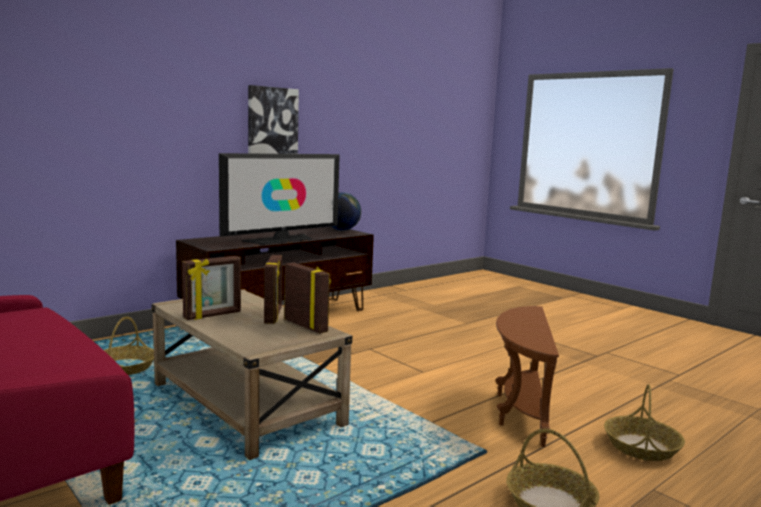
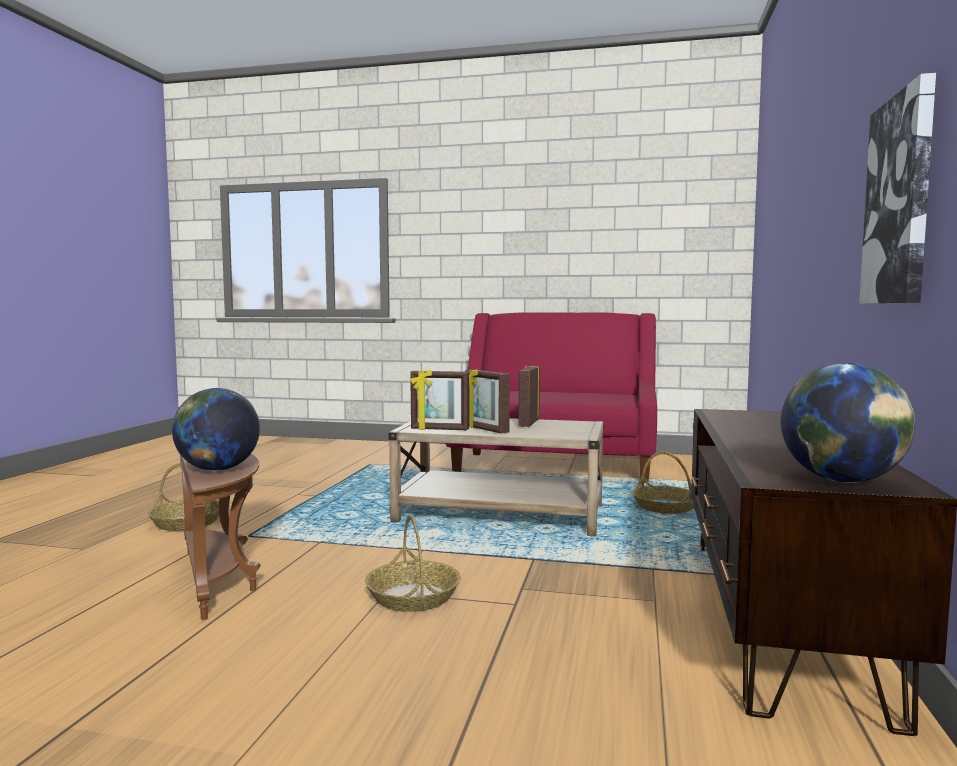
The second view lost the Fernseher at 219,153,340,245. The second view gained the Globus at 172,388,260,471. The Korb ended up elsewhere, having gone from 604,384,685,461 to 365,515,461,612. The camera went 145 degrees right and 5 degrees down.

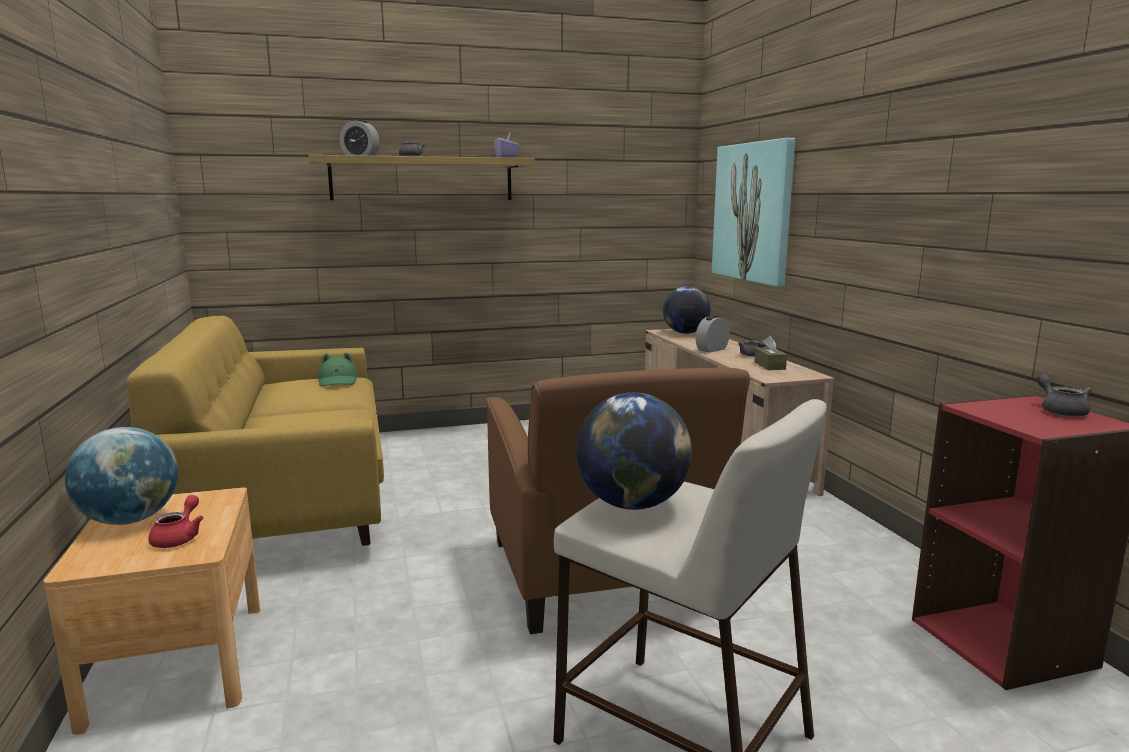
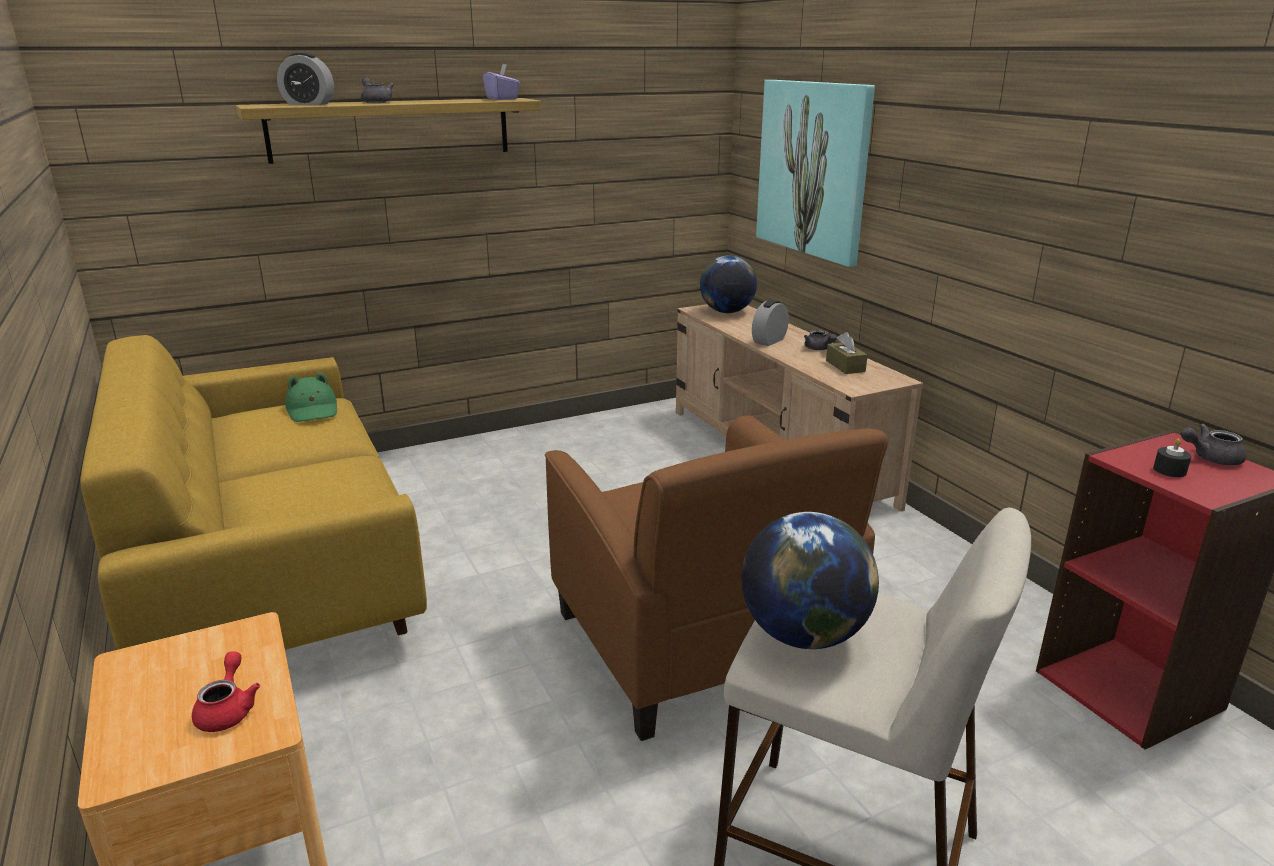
The second view lost the Globus at 65,427,178,525. The second view gained the Kerze [schwarz] at 1153,438,1192,477. The Teekanne [grau] at 1036,374,1092,417 ended up facing another way, 75 degrees counterclockwise from before. The camera went 10 degrees left and 10 degrees up.

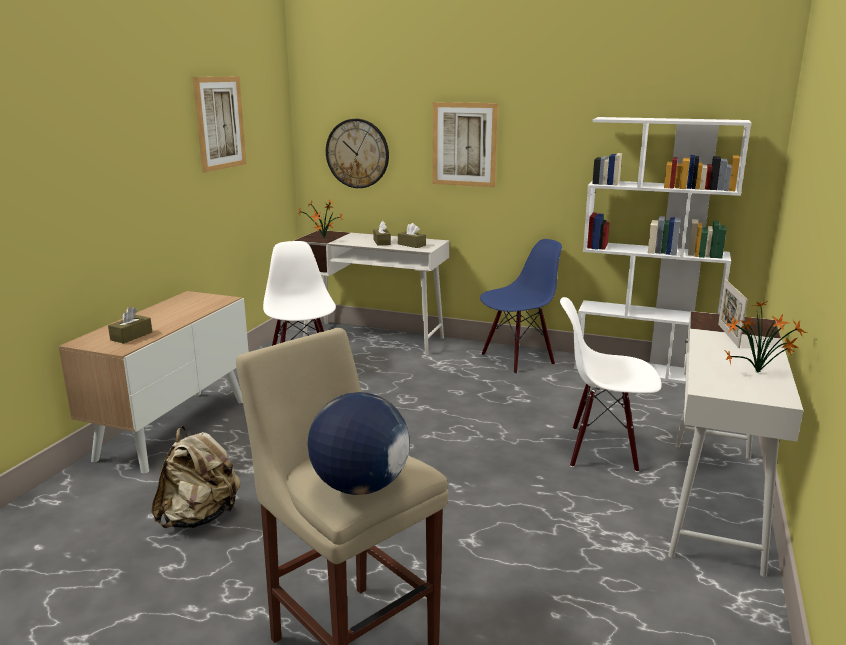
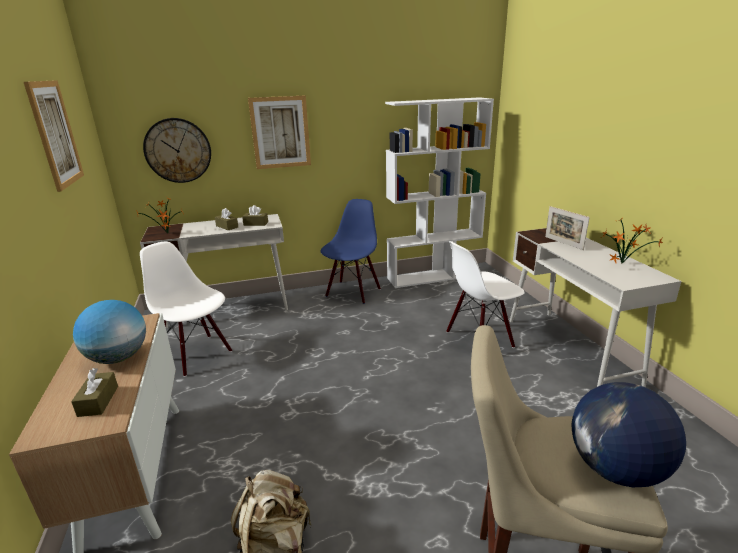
The second view gained the Globus at 73,300,146,364. The camera went 35 degrees left and 5 degrees up.

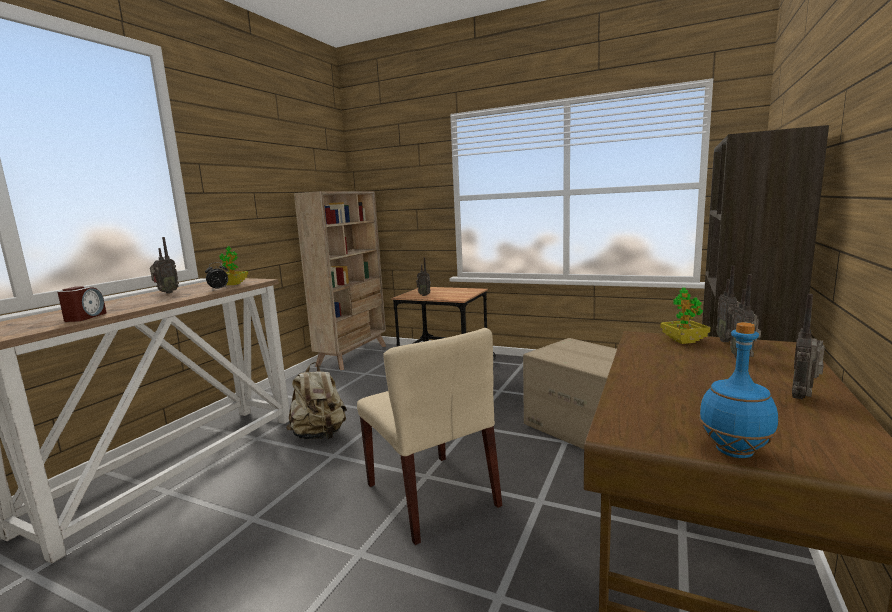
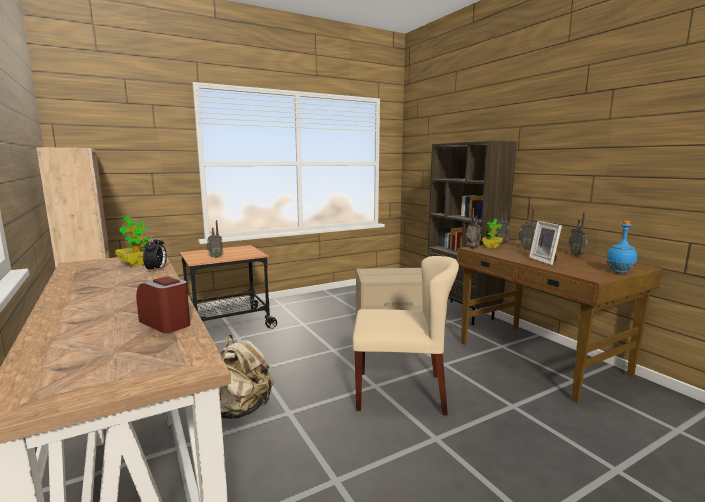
The second view gained the Bilderrahmen at 529,221,562,265. The Radio ended up elsewhere, having gone from 150,237,179,293 to 466,208,481,249. The camera went 55 degrees left and 0 degrees up.

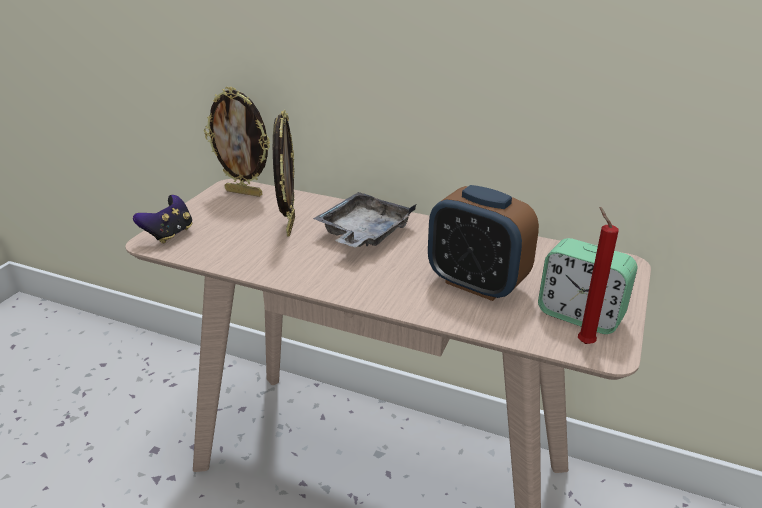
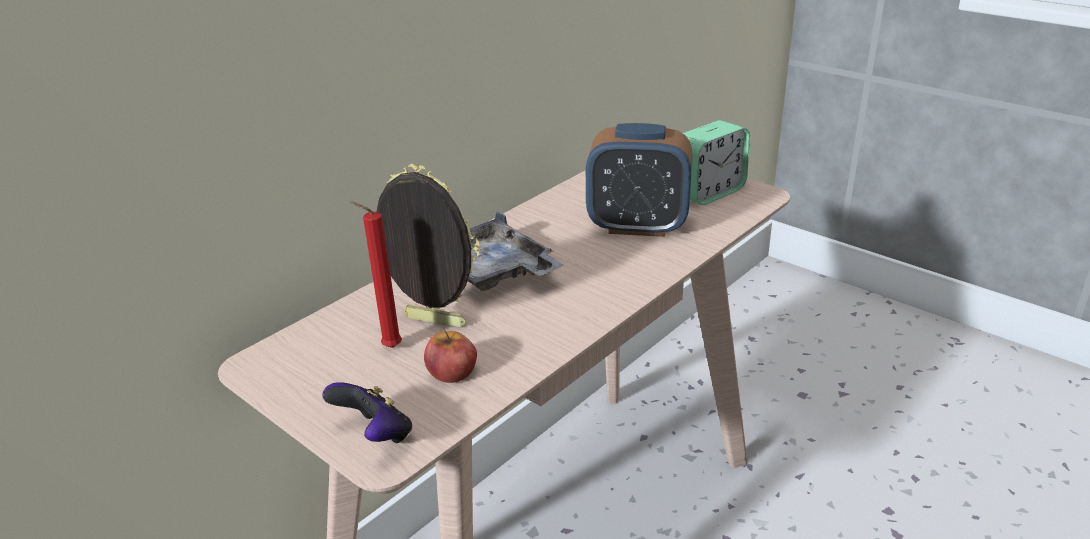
The second view lost the Bilderrahmen at 204,87,271,197. The second view gained the Apfel at 424,330,477,383. The Kerze [rot] ended up elsewhere, having gone from 578,207,619,344 to 350,201,402,348. The Wecker at 428,185,539,301 ended up facing another way, 45 degrees clockwise from before. The camera went 70 degrees left and 0 degrees up.

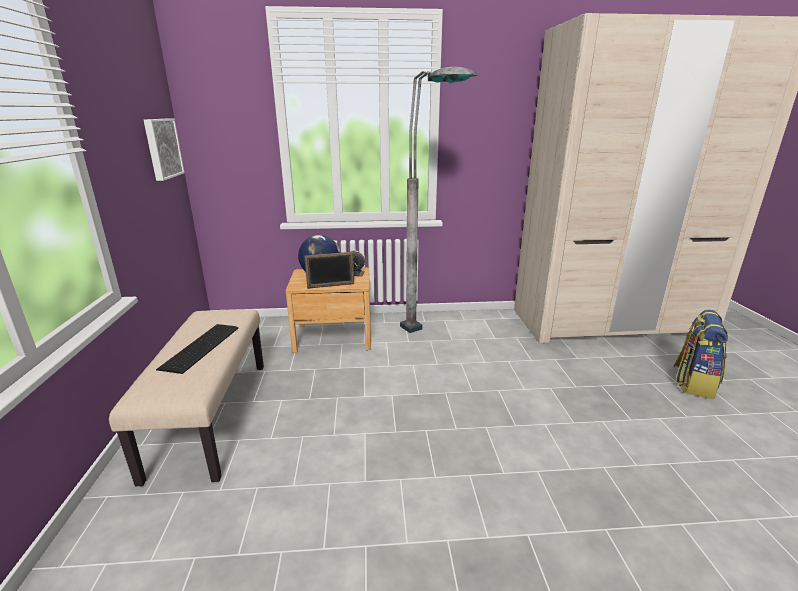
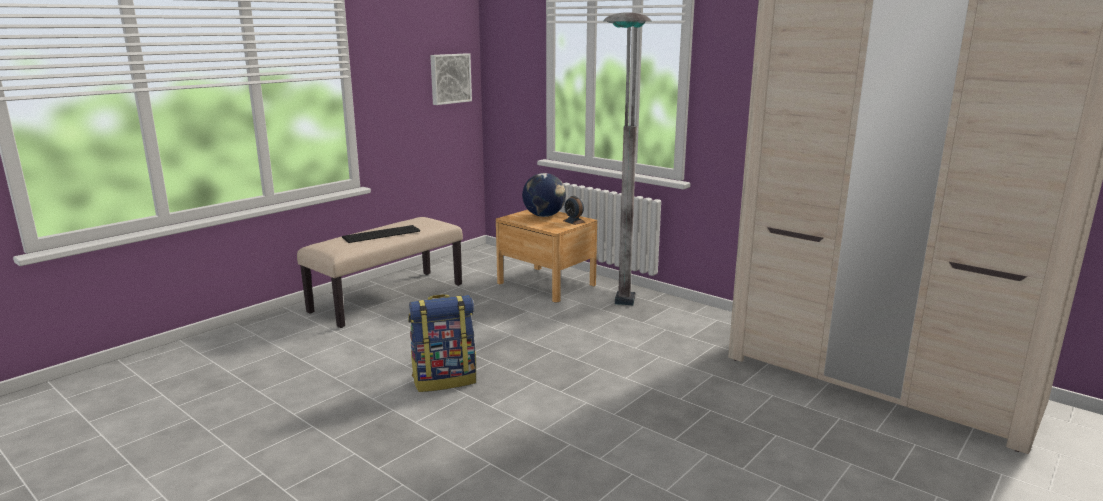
The second view lost the Bilderrahmen at 304,252,354,289. The Rucksack ended up elsewhere, having gone from 674,310,728,399 to 408,294,476,392. The camera went 45 degrees right and 5 degrees down.

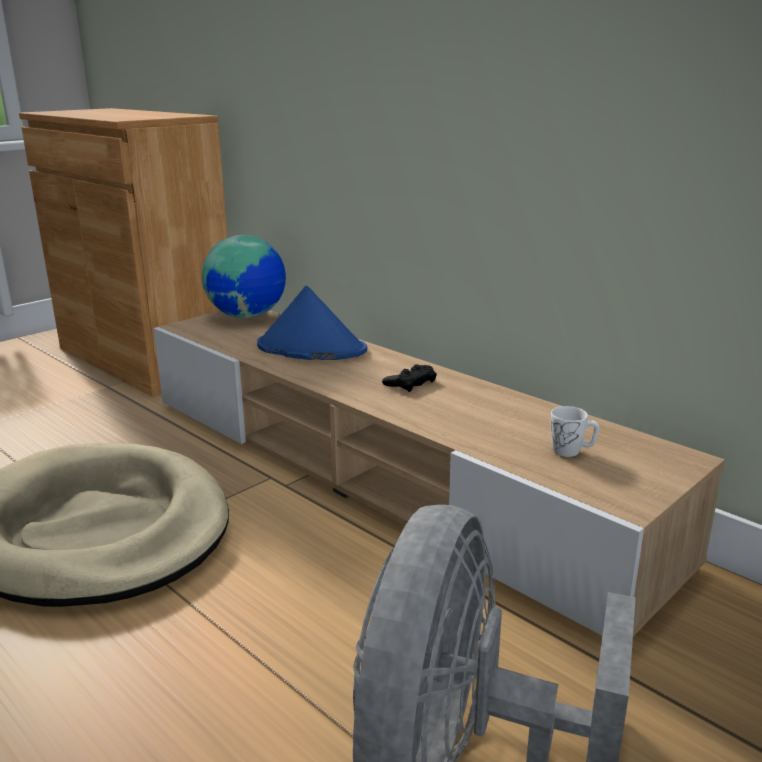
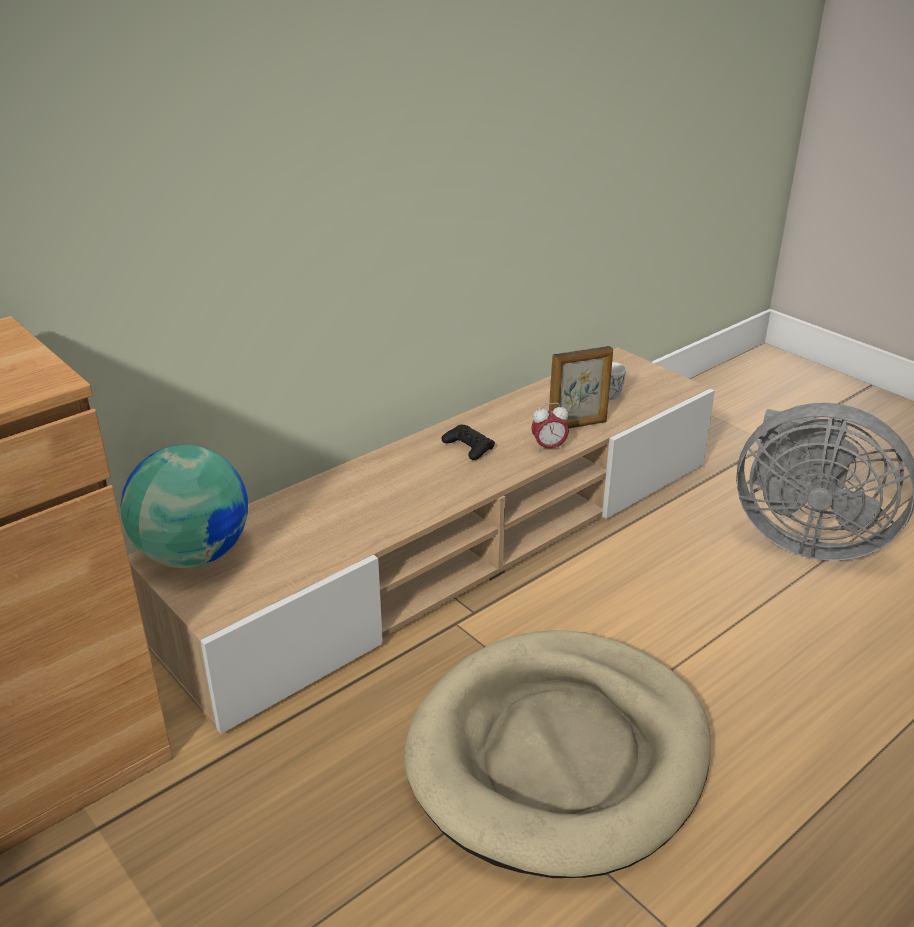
The second view lost the Hut [blau] at 257,286,367,360. The second view gained the Wecker at 531,403,569,452. The second view gained the Bilderrahmen at 549,346,613,429. The camera went 85 degrees left and 10 degrees up.

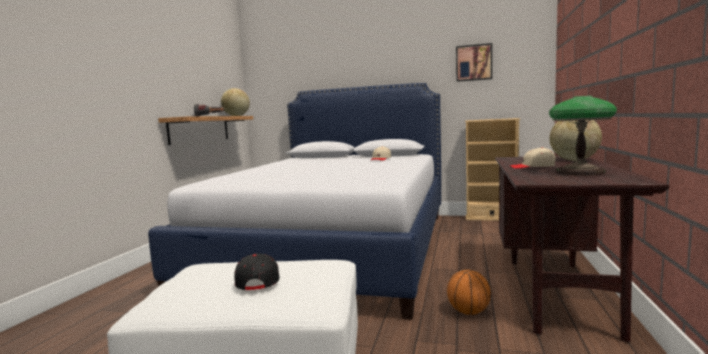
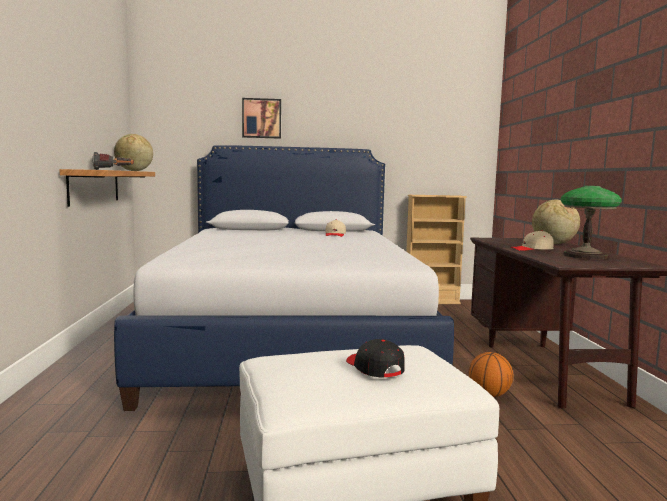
The Bild ended up elsewhere, having gone from 456,43,492,82 to 242,98,281,139. The camera went 20 degrees left and 0 degrees up.

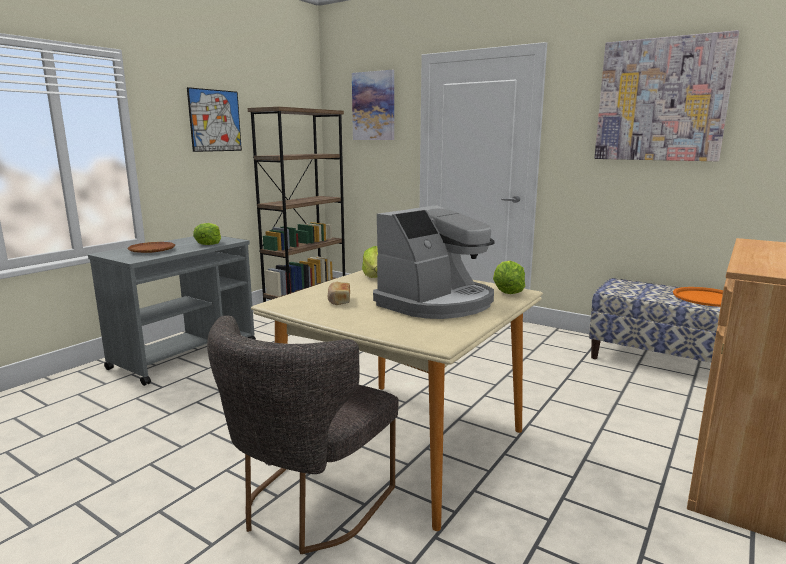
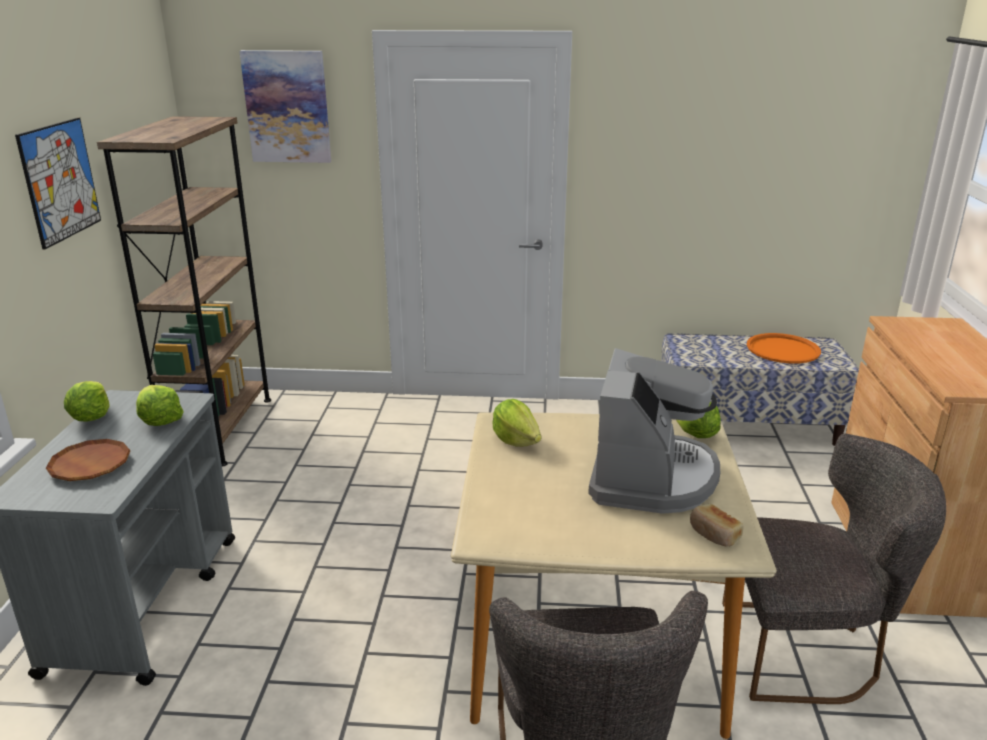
The second view lost the Bild at 594,30,739,161. The second view gained the Salatkopf at 64,381,109,421. The second view gained the Stuhl [grau] at 722,434,946,704. The Brot ended up elsewhere, having gone from 328,282,350,305 to 690,504,743,547. The camera went 30 degrees left and 10 degrees up.

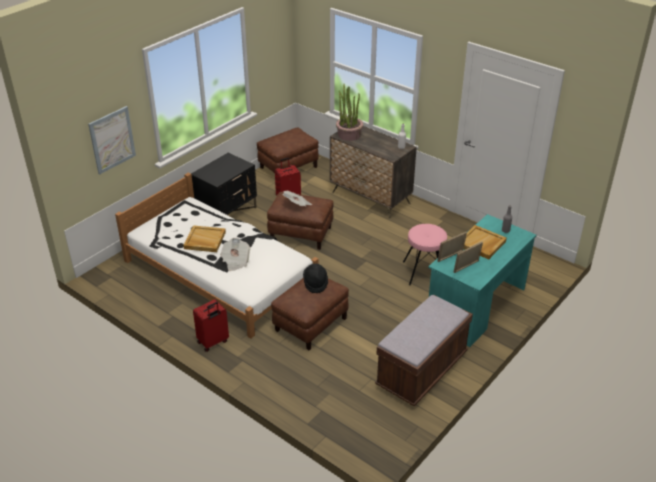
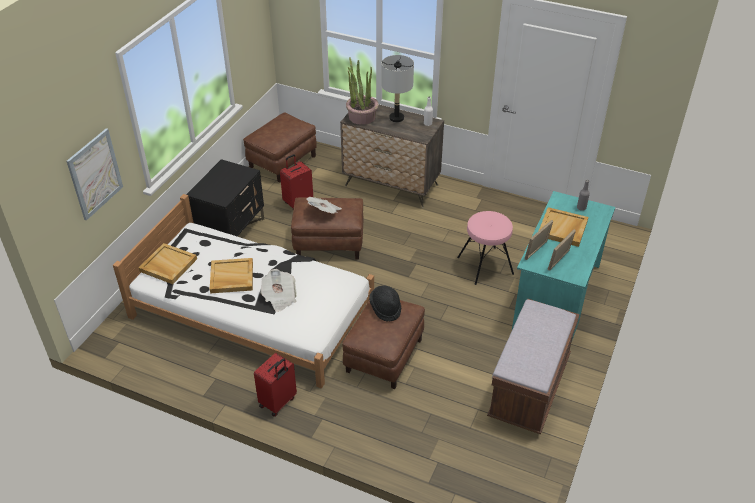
The second view gained the Tablett [beige] at 139,243,197,284. The second view gained the Tischlampe [grau] at 381,55,414,122. The camera went 15 degrees left and 5 degrees up.

